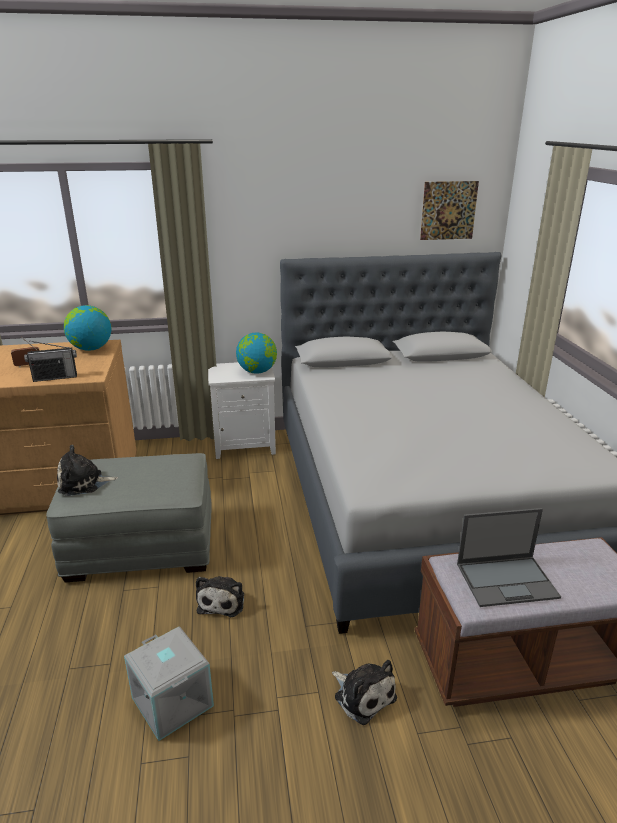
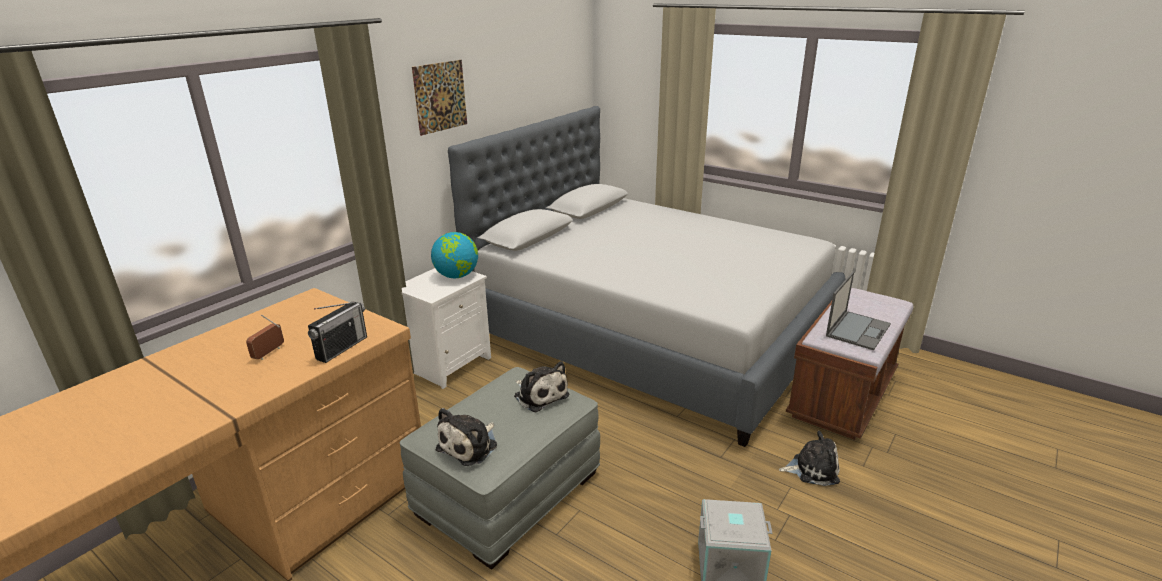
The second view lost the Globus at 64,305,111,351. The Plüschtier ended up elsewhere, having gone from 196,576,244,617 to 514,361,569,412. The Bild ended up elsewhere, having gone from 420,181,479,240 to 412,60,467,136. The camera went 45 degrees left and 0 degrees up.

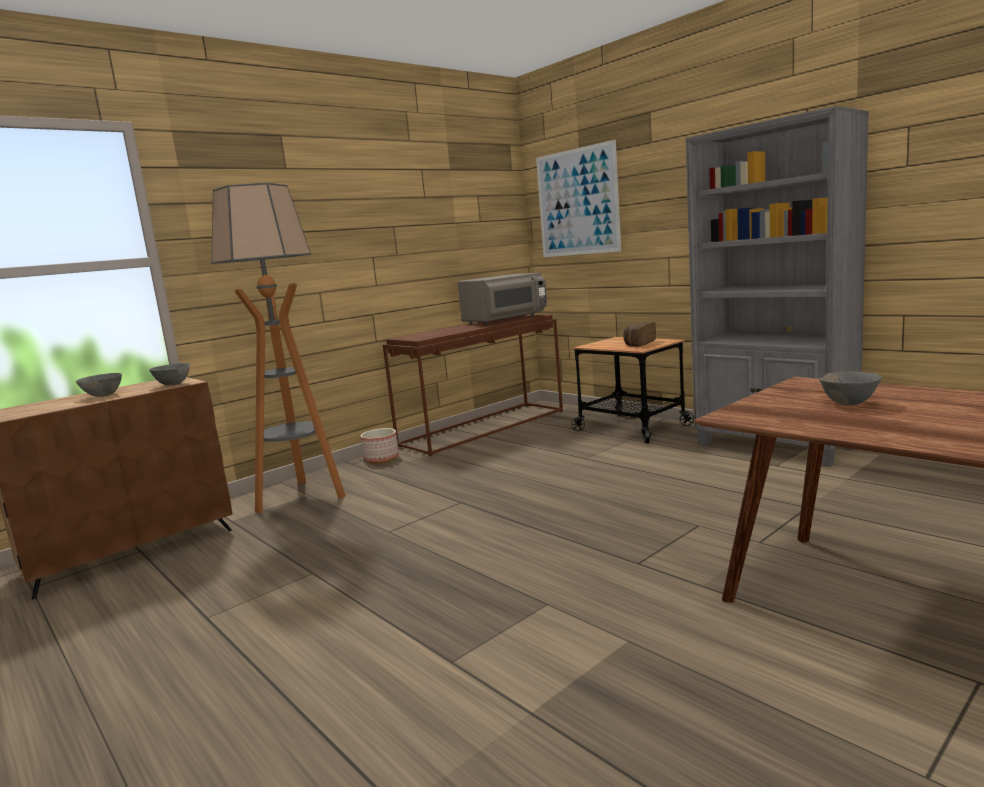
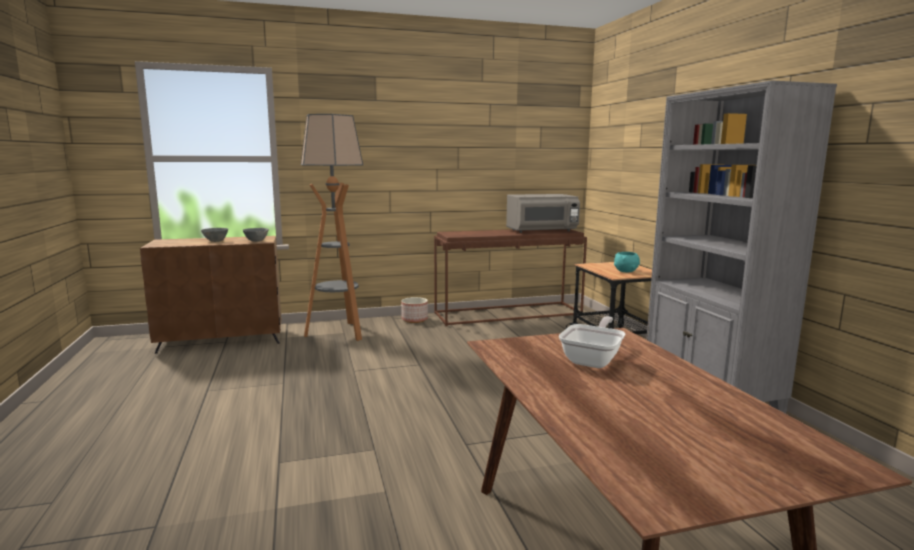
The second view lost the Bild at 536,140,621,257. Where the Brot stood at 623,322,656,347, the Schüssel [türkis] came to stand at 614,252,640,272. Where the Schüssel [grau] stood at 819,371,881,405, the Pfanne came to stand at 559,316,626,368. The camera went 25 degrees right and 0 degrees up.

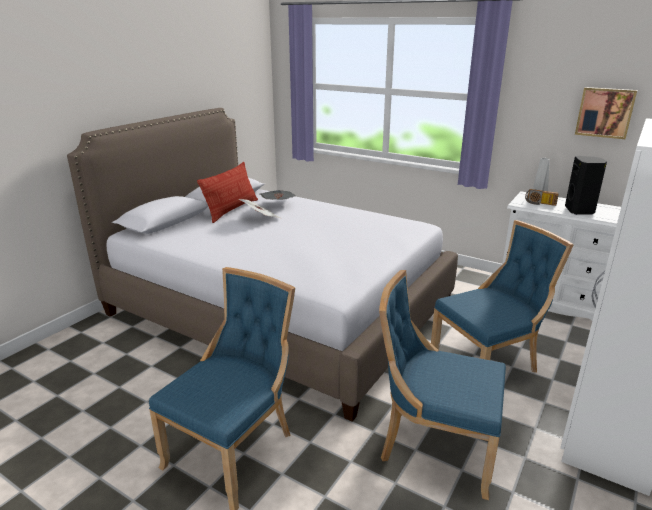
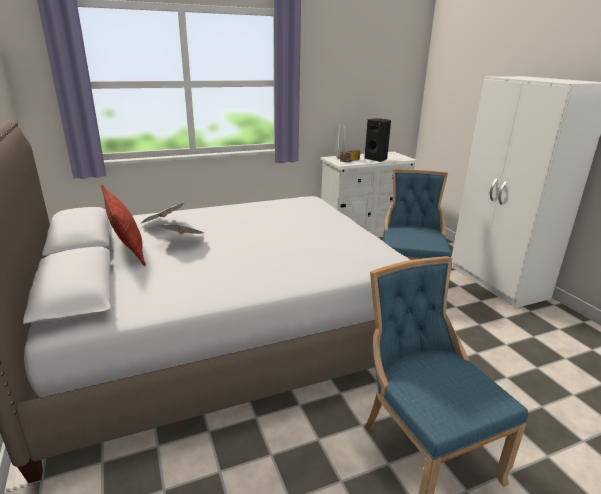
The second view lost the Stuhl [blau] at 379,270,506,500. The second view lost the Bild at 575,87,637,139. The camera went 55 degrees left and 0 degrees up.

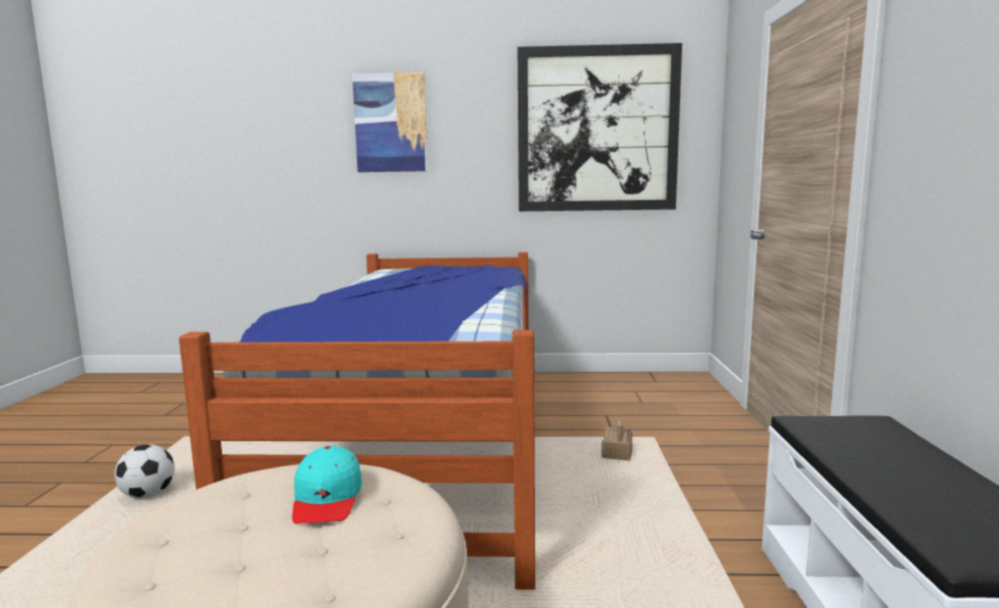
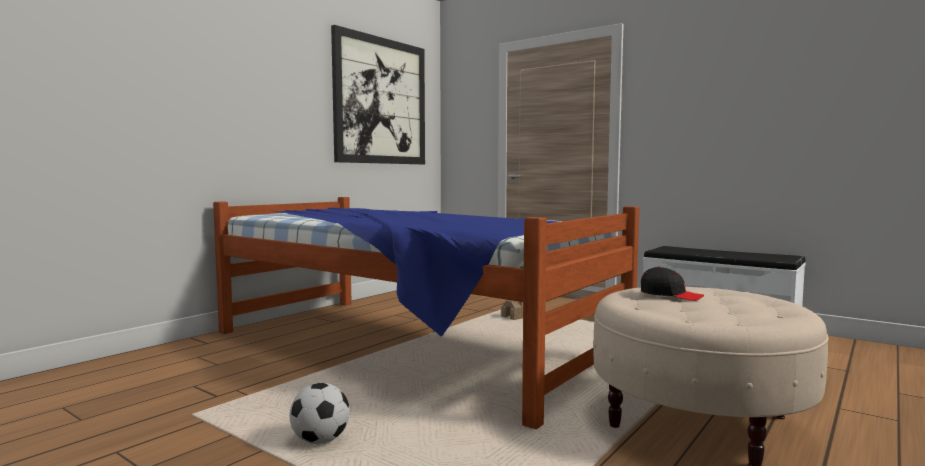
The second view lost the Bild at 352,72,428,172. What was the Kappe [türkis] at 292,445,362,524 turned into the Kappe [schwarz] at 641,266,704,301. The camera went 55 degrees left and 5 degrees down.

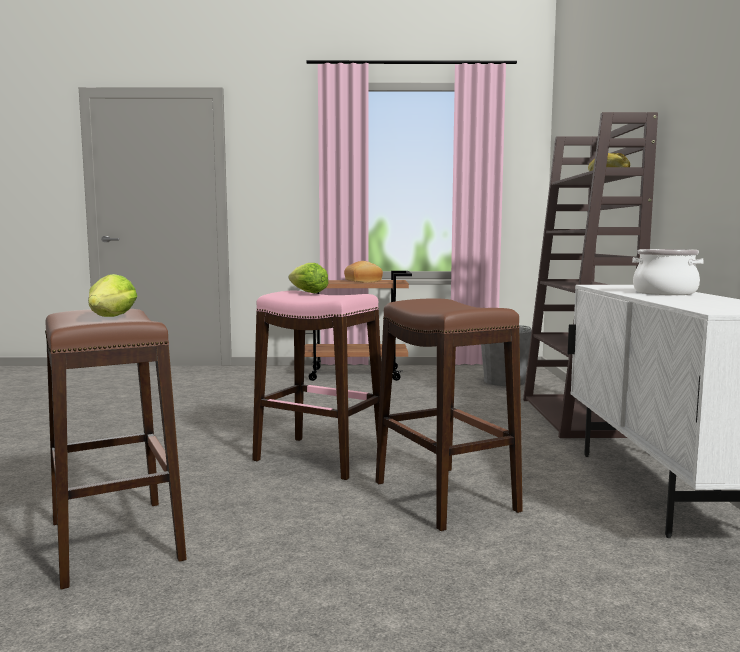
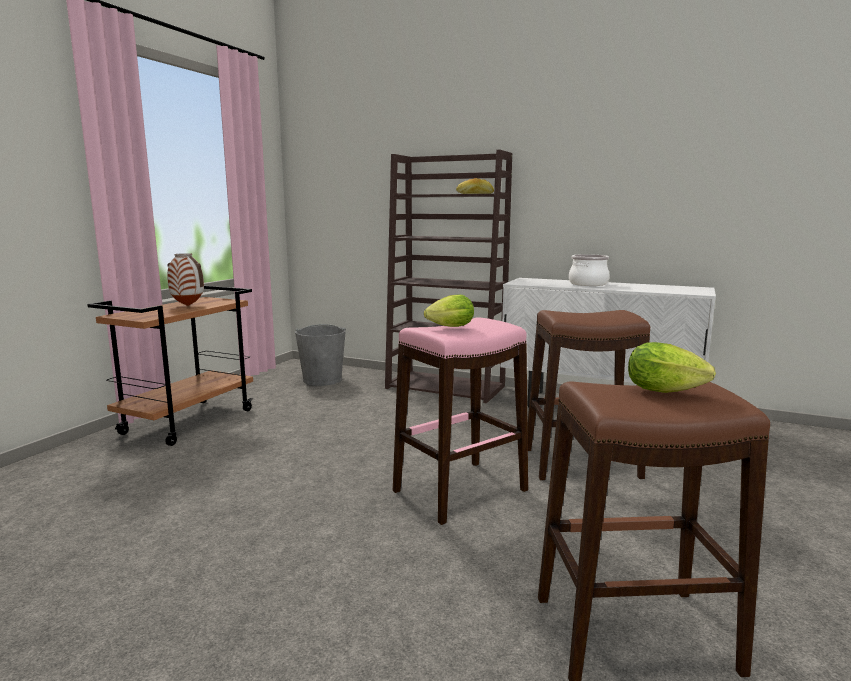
Where the Brot stood at 344,261,383,283, the Vase came to stand at 167,253,204,306. The camera went 65 degrees left and 5 degrees up.

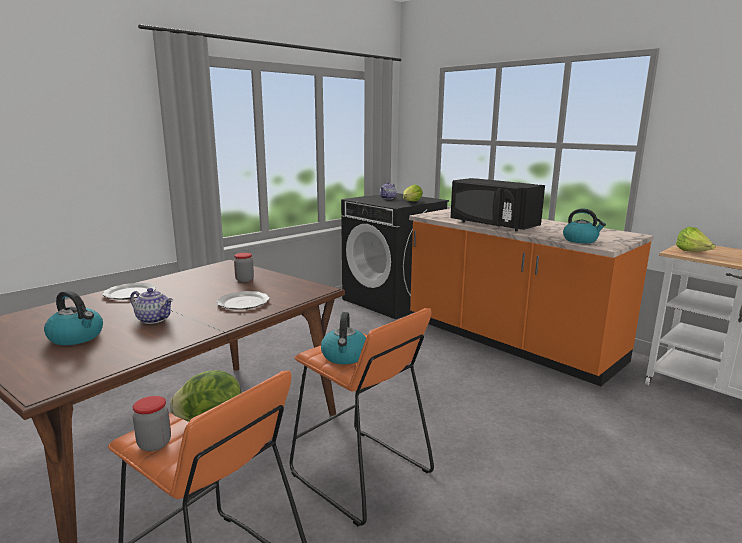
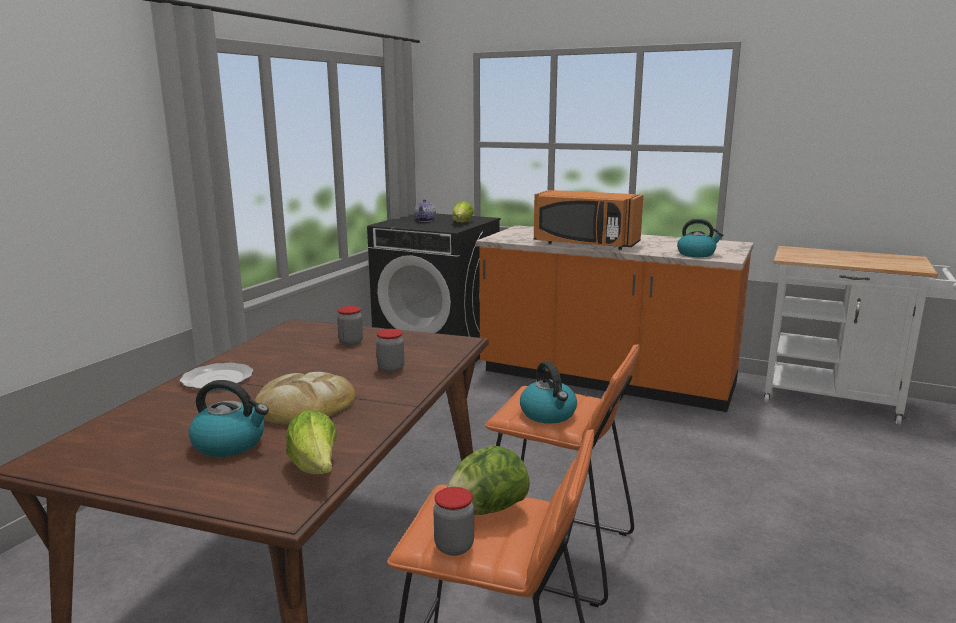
The Salatkopf ended up elsewhere, having gone from 676,227,715,252 to 286,410,337,474. Where the Teekanne stood at 130,288,173,324, the Brot came to stand at 254,372,355,425. Where the Teller stood at 216,291,270,310, the Vorratsglas came to stand at 376,329,404,373. What was the Mikrowelle [schwarz] at 450,178,545,231 turned into the Mikrowelle [orange] at 534,190,643,250. The camera went 20 degrees left and 0 degrees up.

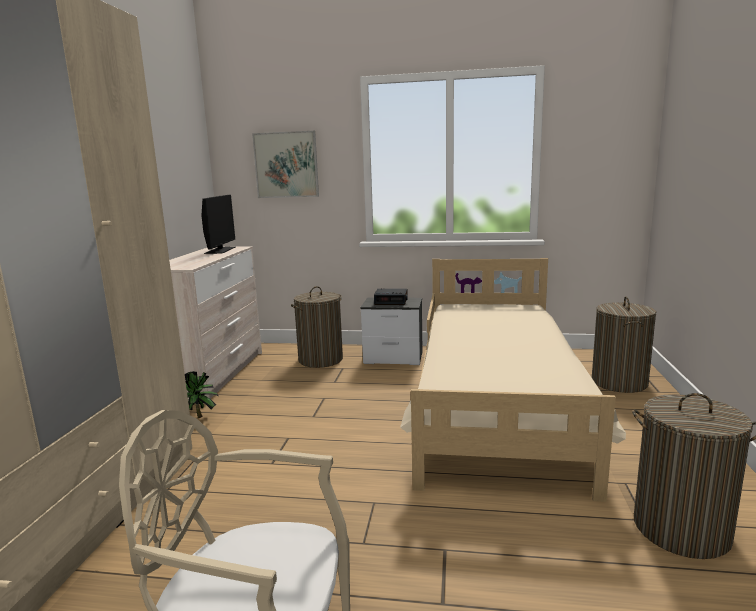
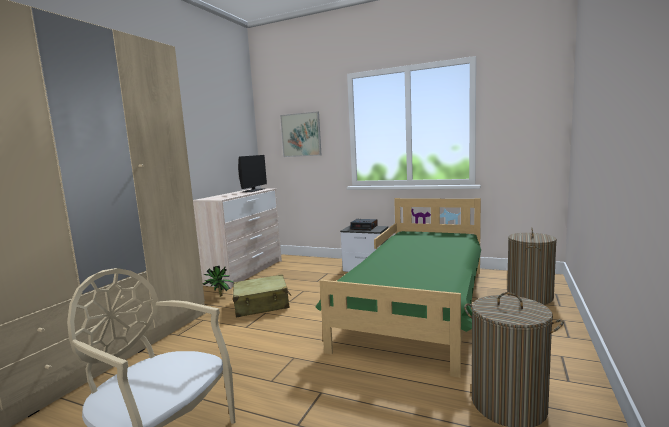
The second view lost the Wäschekorb at 291,286,343,368. The second view gained the Koffer [beige] at 233,274,291,318. What was the Bett [beige] at 400,258,626,502 turned into the Bett [grün] at 315,198,481,378. The camera went 15 degrees right and 5 degrees down.

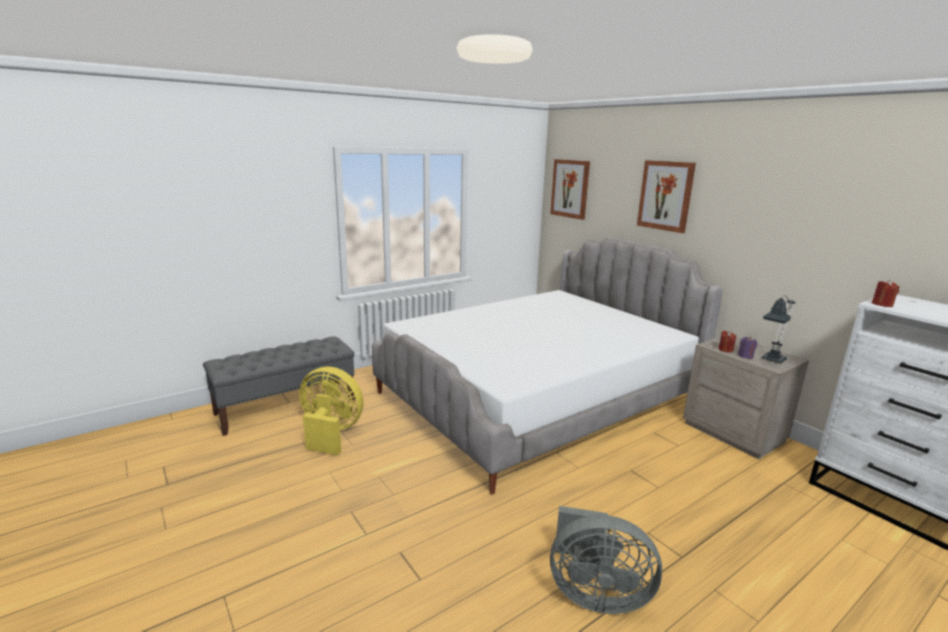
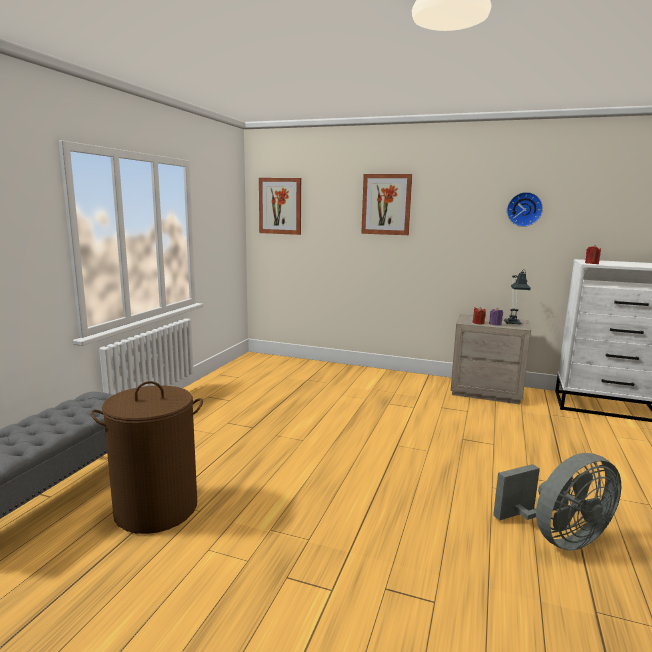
The second view lost the Bett at 372,237,723,495. The second view gained the Wanduhr at 507,192,543,227. Where the Ventilator [gelb] stood at 299,367,364,455, the Wäschekorb [braun] came to stand at 91,381,203,534. The camera went 35 degrees left and 5 degrees down.

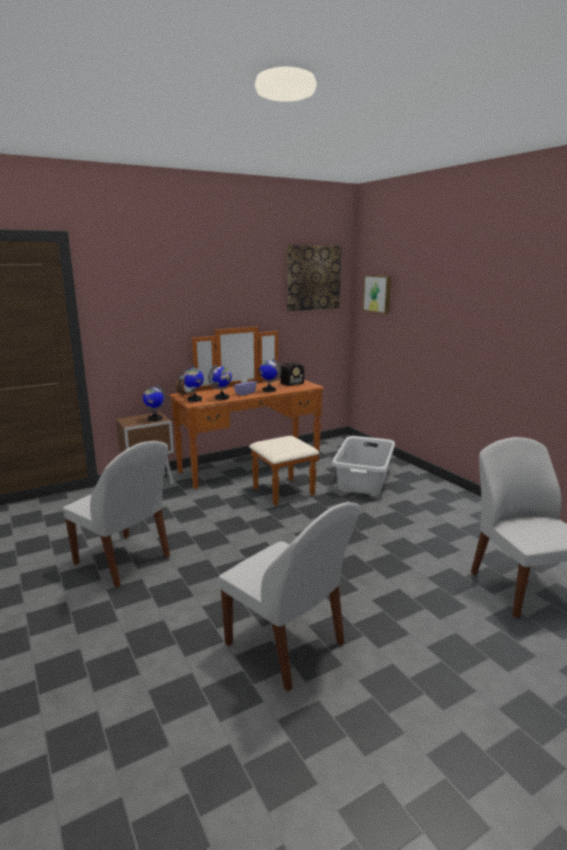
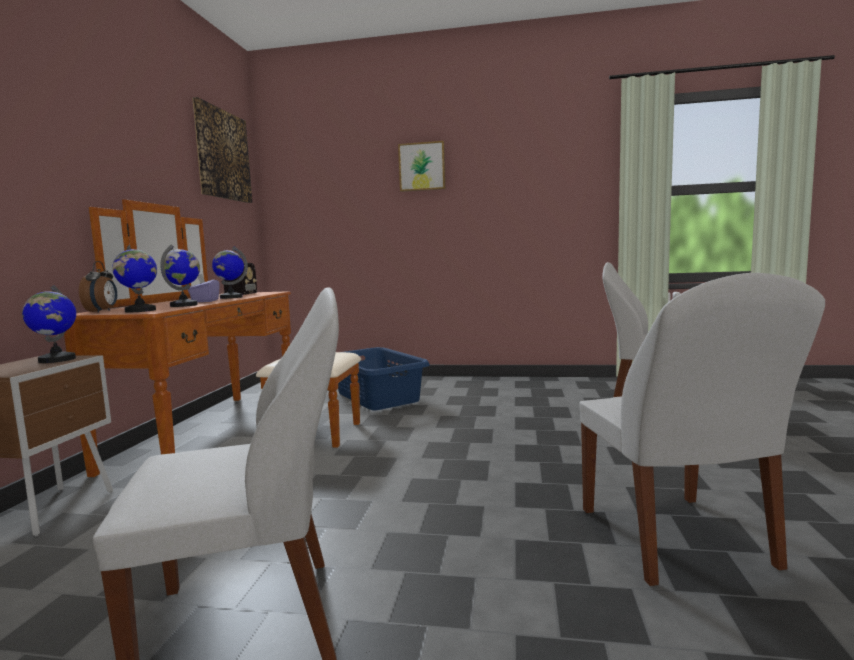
The Bild ended up elsewhere, having gone from 363,275,391,314 to 398,141,446,192. What was the Wäschekorb [grau] at 332,436,395,495 turned into the Wäschekorb [blau] at 338,347,430,410. The Stuhl [weiß] at 219,502,360,691 ended up facing another way, 90 degrees clockwise from before. The camera went 50 degrees left and 10 degrees down.

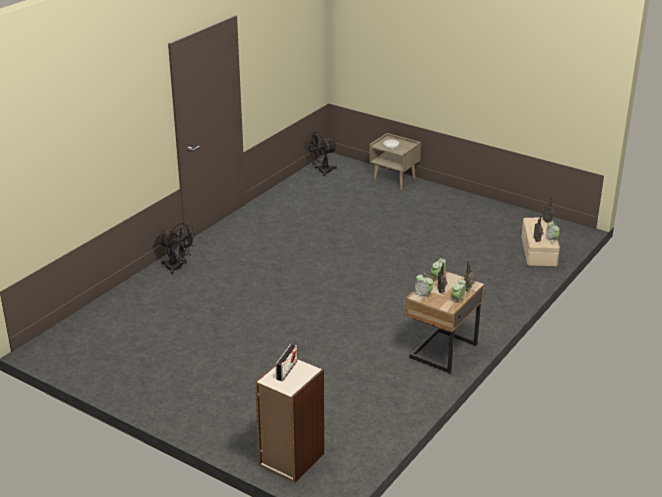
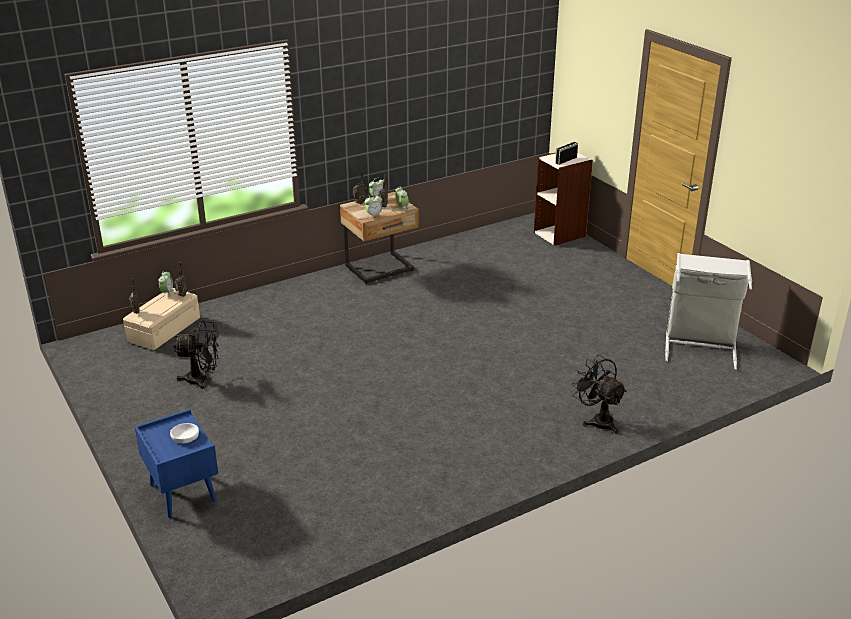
The second view gained the Wäschekorb [grau] at 665,253,752,370. The Ventilator [schwarz] ended up elsewhere, having gone from 305,132,337,176 to 173,321,219,389. What was the Nachttisch [beige] at 369,133,421,190 turned into the Nachttisch [blau] at 134,409,218,518. The camera went 155 degrees left and 0 degrees up.

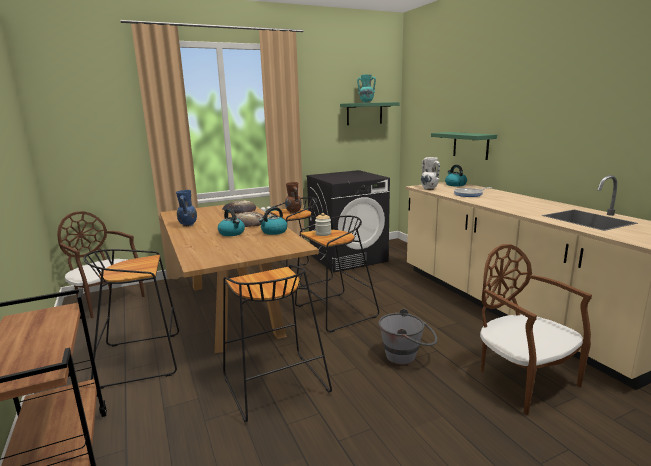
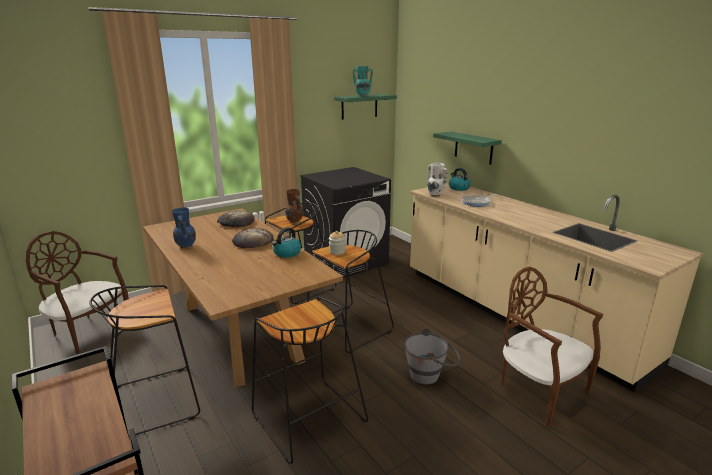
The second view lost the Wasserkessel at 218,208,245,236. The camera went 10 degrees left and 5 degrees up.

